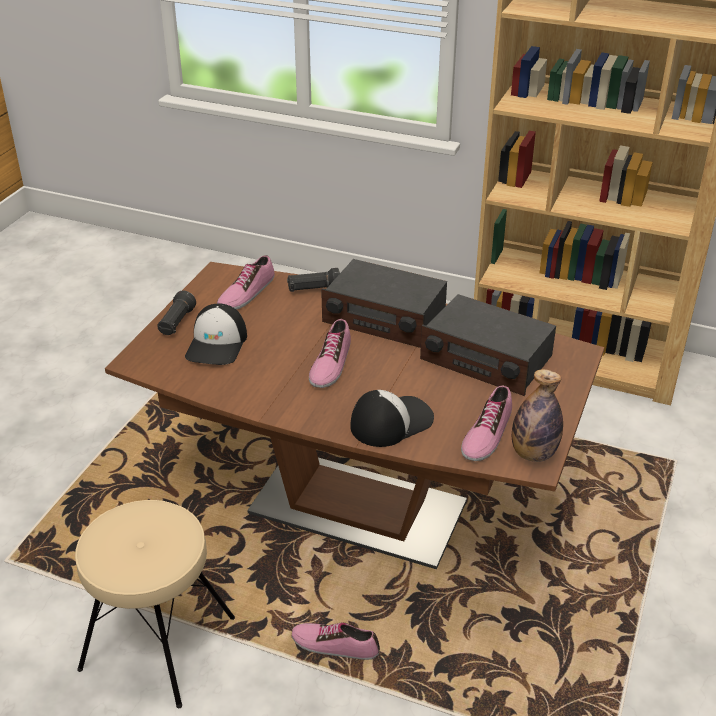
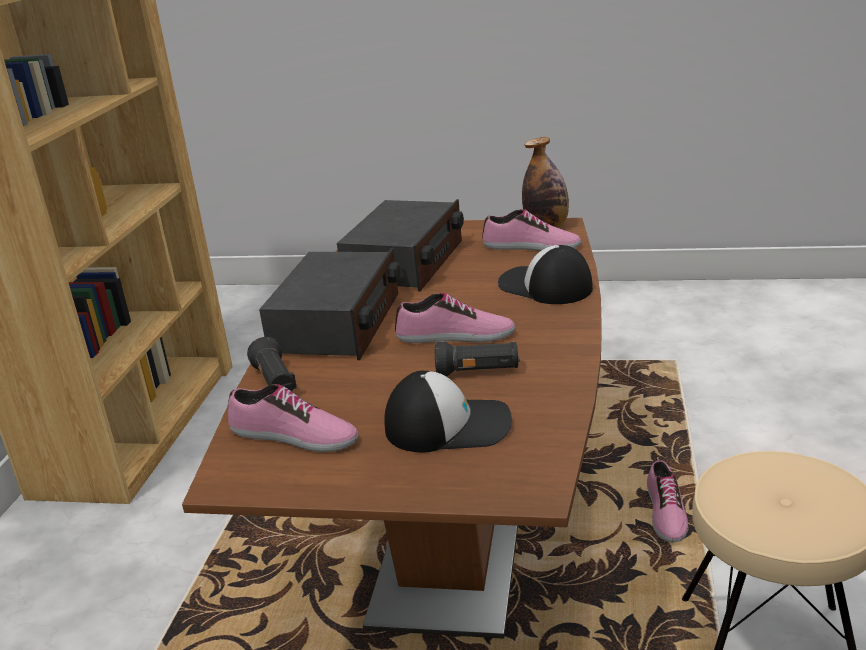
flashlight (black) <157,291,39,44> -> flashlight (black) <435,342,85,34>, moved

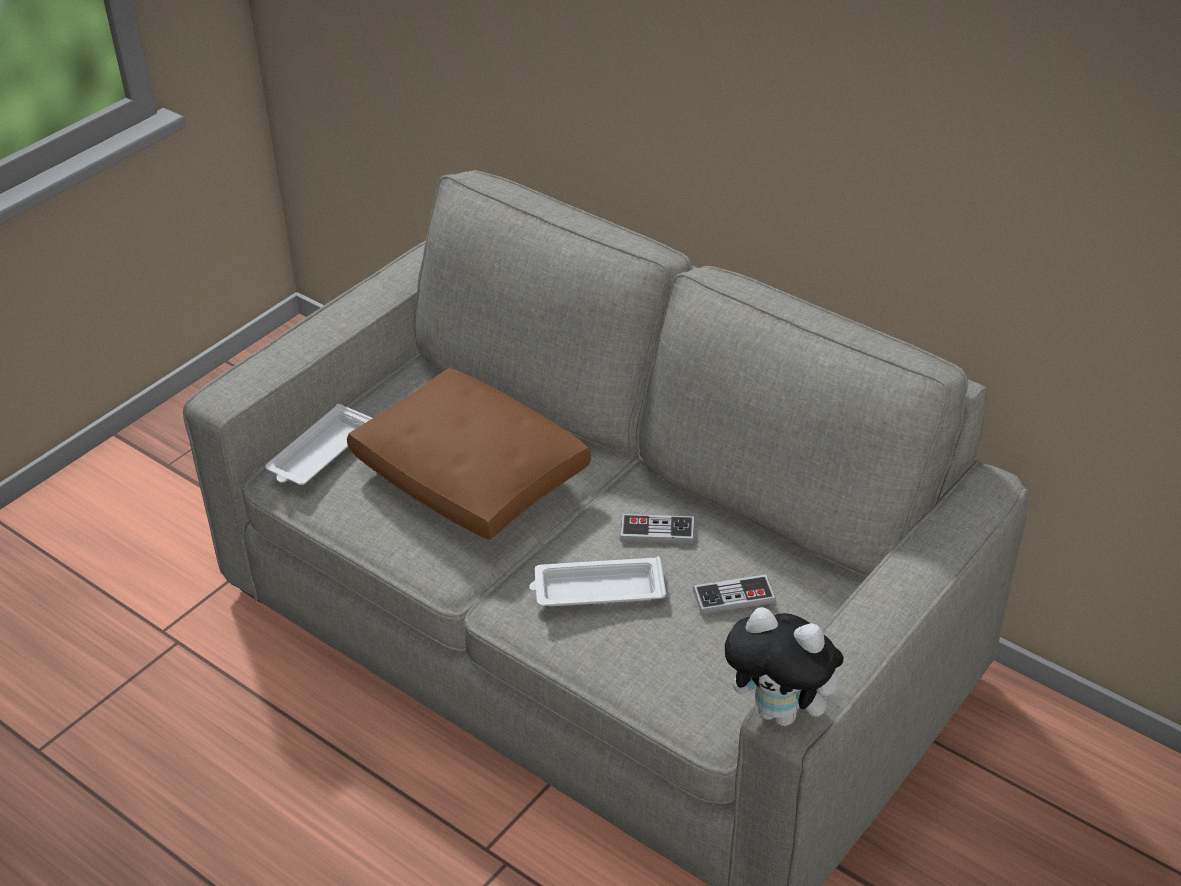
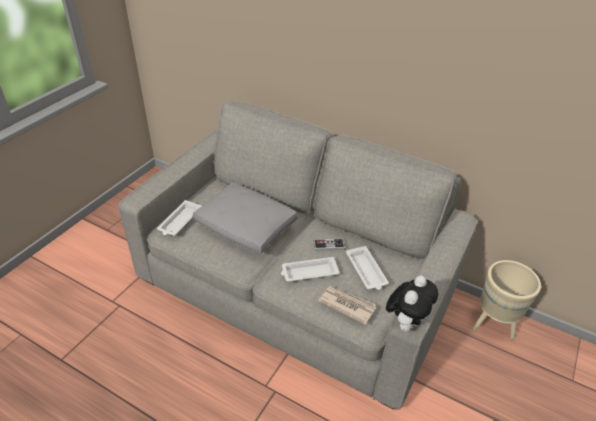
pillow (brown) <347,368,244,172> -> pillow (grey) <193,183,105,71>
game controller <693,574,83,40> -> tray (white) <346,246,43,44>
plush toy <725,607,124,119> -> plush toy <386,275,52,57>, 75 degrees counterclockwise
none -> planter (beige) <472,260,69,80>
none -> newspaper <318,286,58,39>

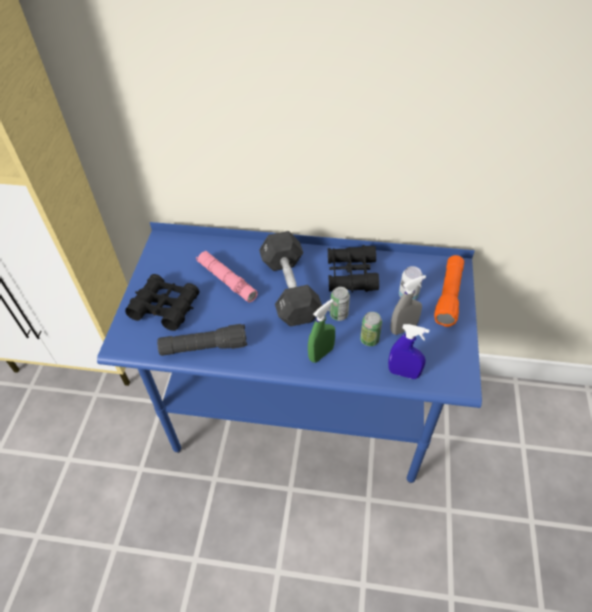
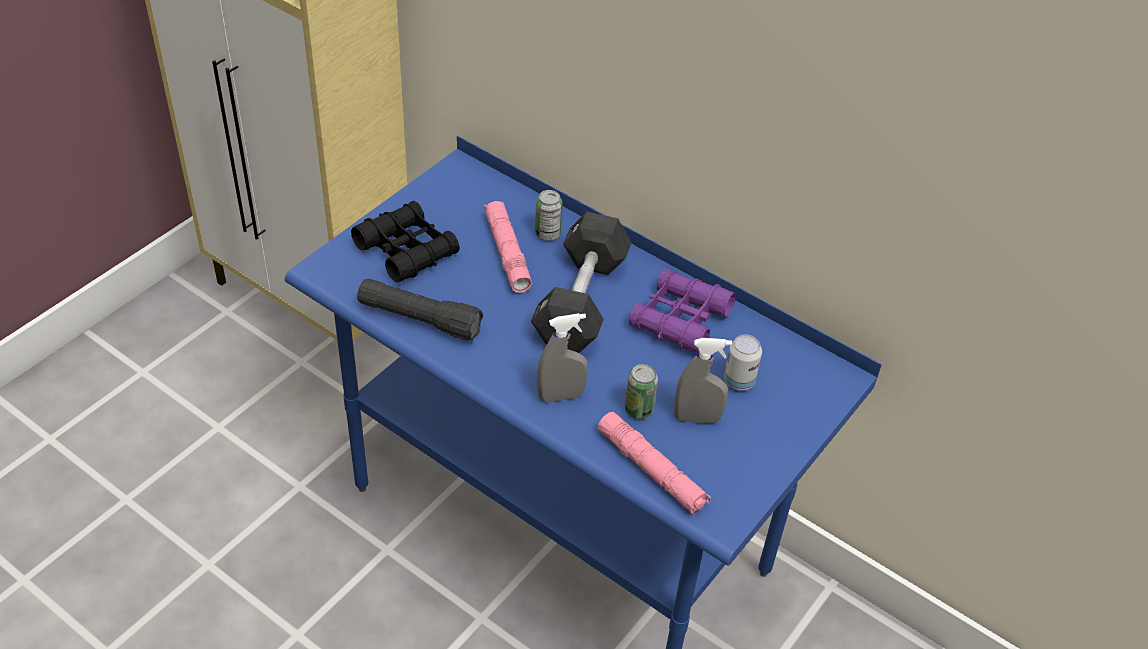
binoculars (black) <328,245,51,47> -> binoculars (purple) <629,268,106,85>
flashlight (orange) <434,255,30,72> -> none
can <330,287,20,34> -> can <535,190,27,51>, moved
spray bottle (green) <308,299,27,64> -> spray bottle (grey) <537,313,51,90>
spray bottle (blue) <388,324,41,55> -> flashlight (pink) <598,412,113,103>

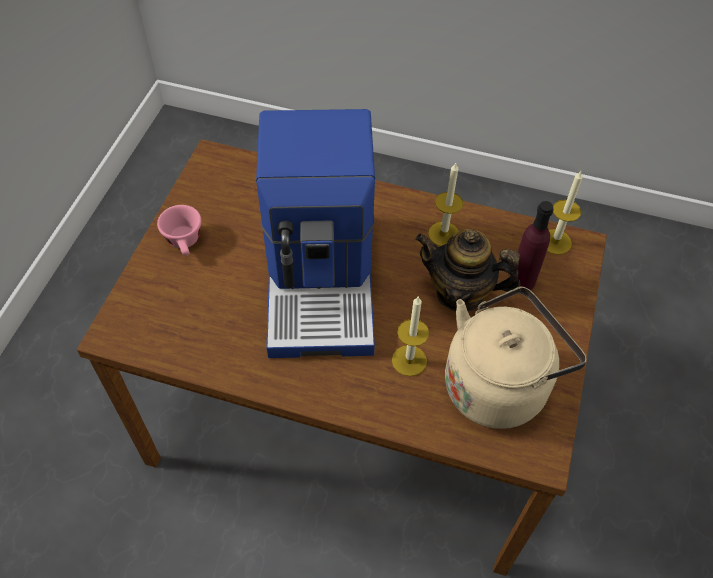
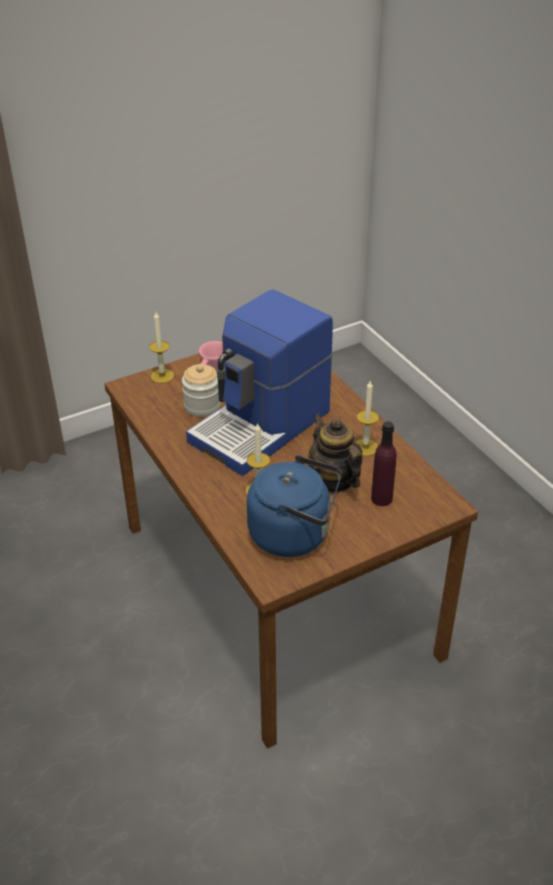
candle <547,171,36,84> -> candle <149,312,25,71>, moved
kettle (beige) <445,286,142,143> -> kettle (blue) <247,455,94,102>
none -> jar <182,364,39,53>

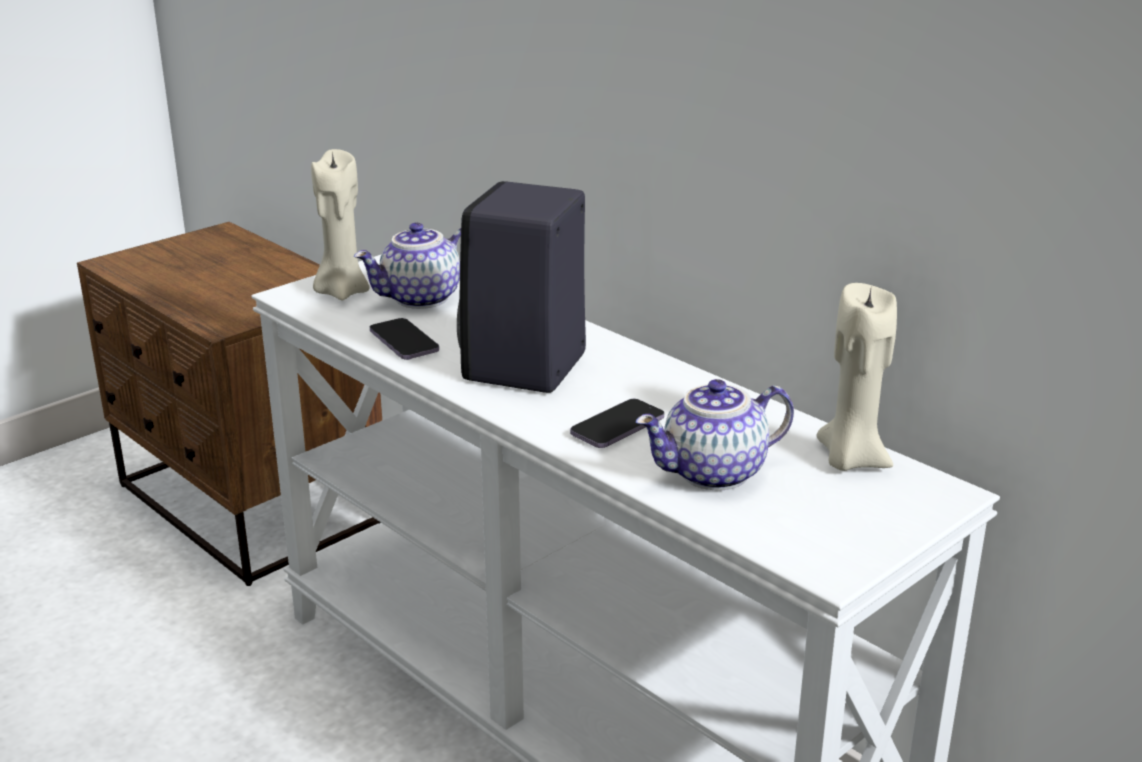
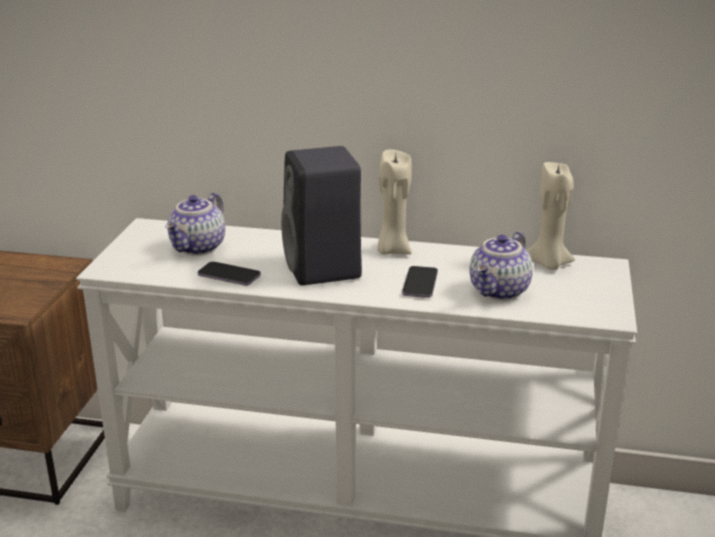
candle (beige) <311,149,59,152> -> candle (beige) <377,149,35,106>, moved

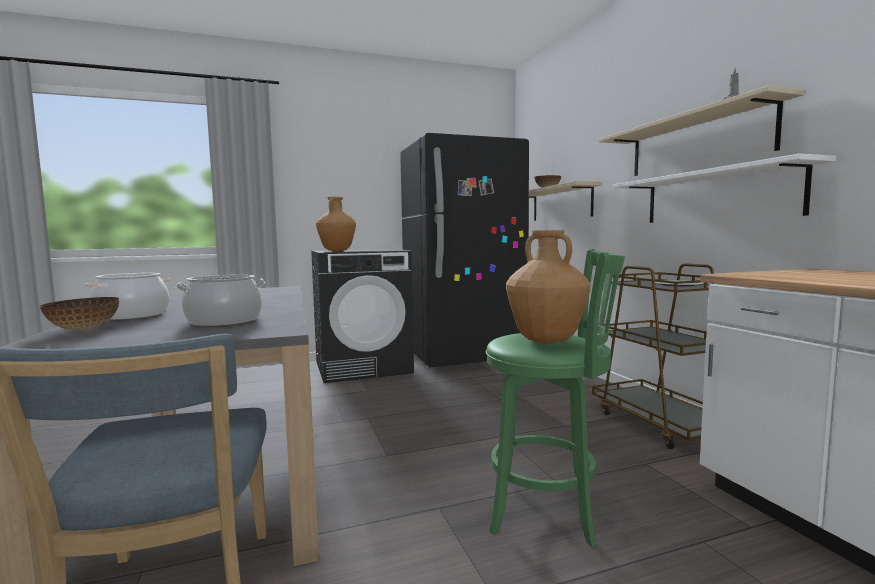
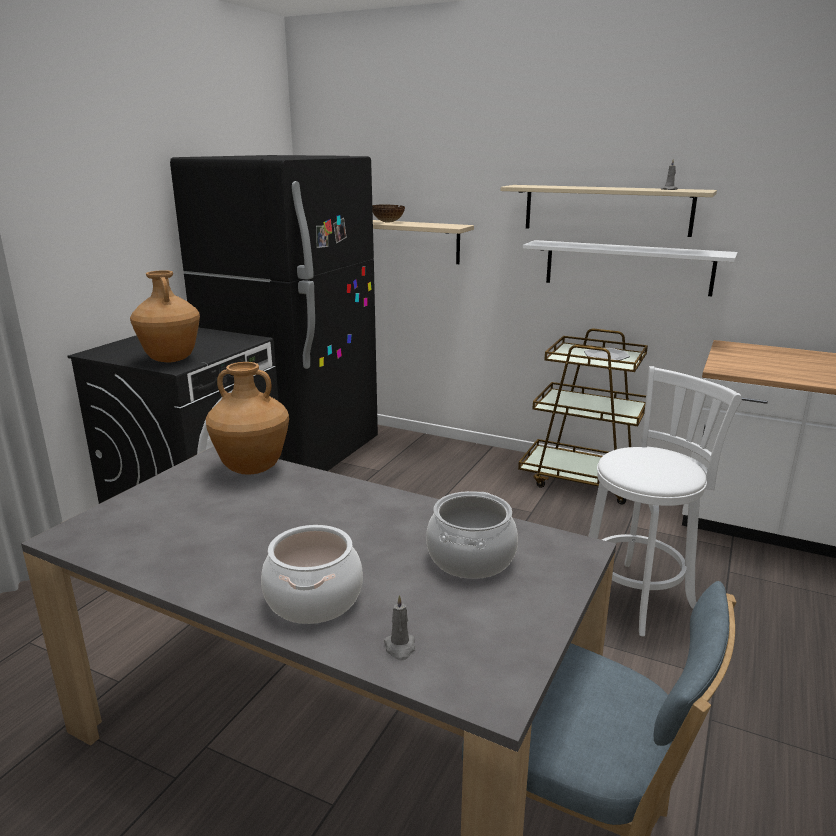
vase (brown) <506,230,85,114> -> vase (brown) <206,362,83,113>, moved
stool (green) <486,249,139,298> -> stool (white) <588,366,154,271>
bowl <40,297,79,34> -> candle (grey) <384,595,31,65>

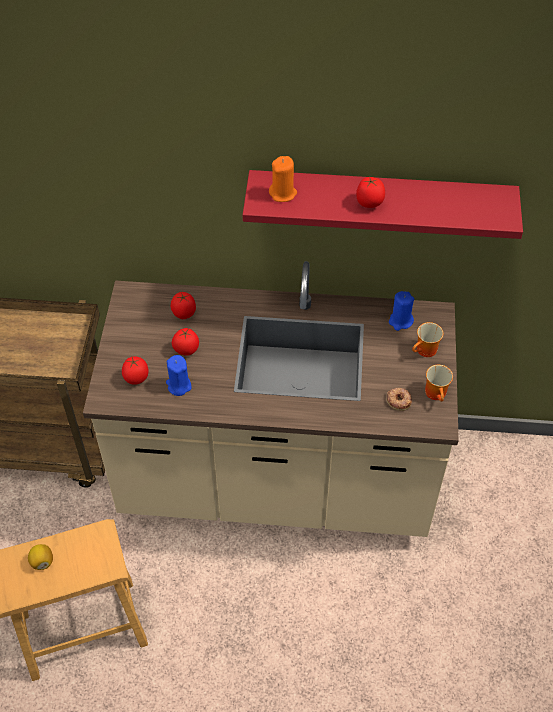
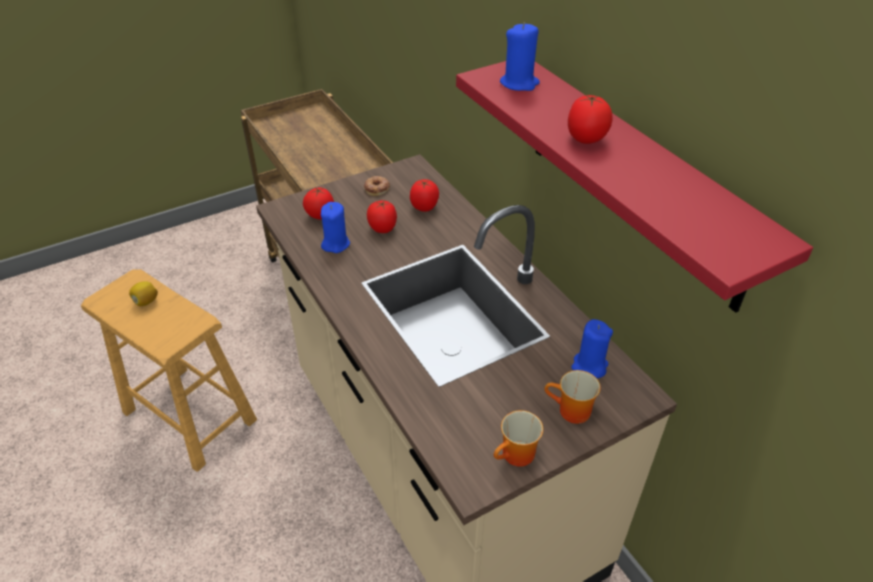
candle (orange) <269,156,28,46> -> candle (blue) <500,23,40,68>
donut <387,388,25,23> -> donut <364,176,26,20>, moved

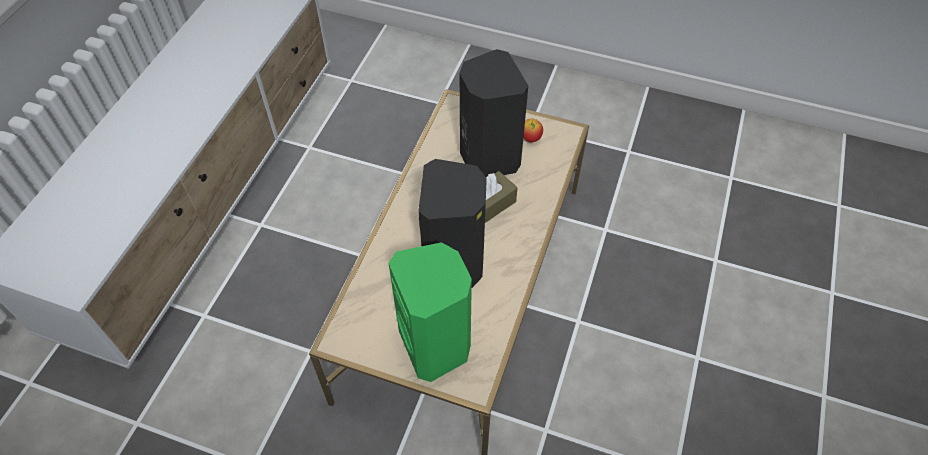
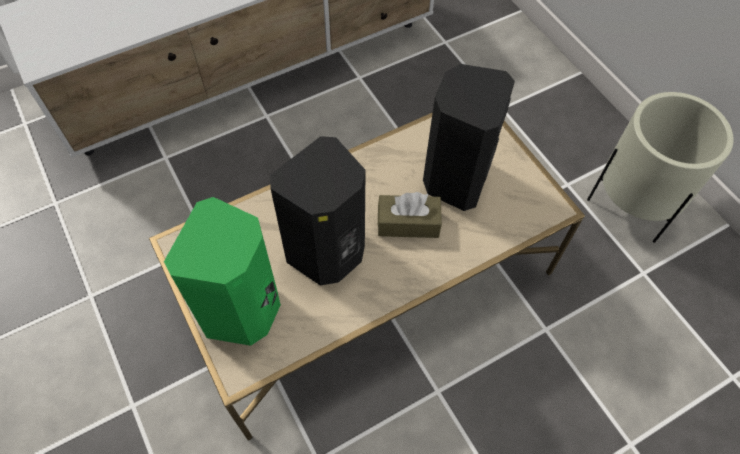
apple <523,118,20,24> -> none
none -> planter (beige) <587,92,147,151>

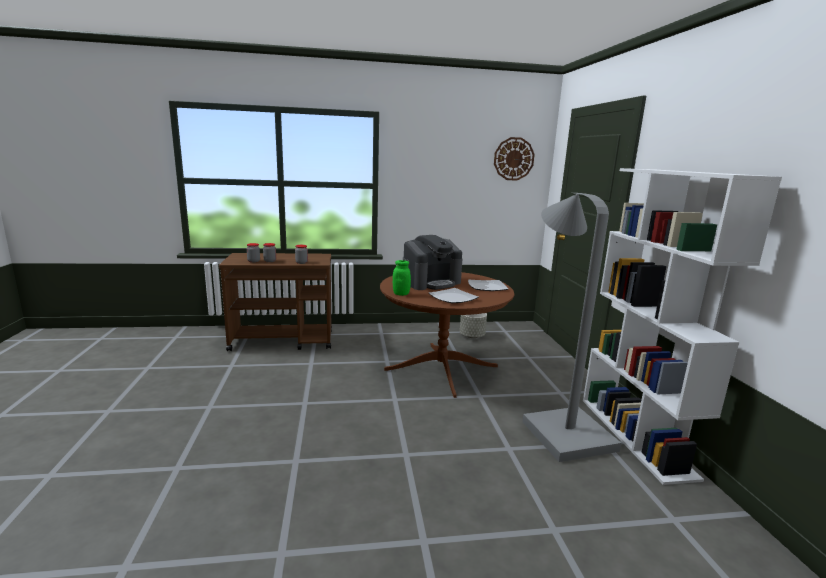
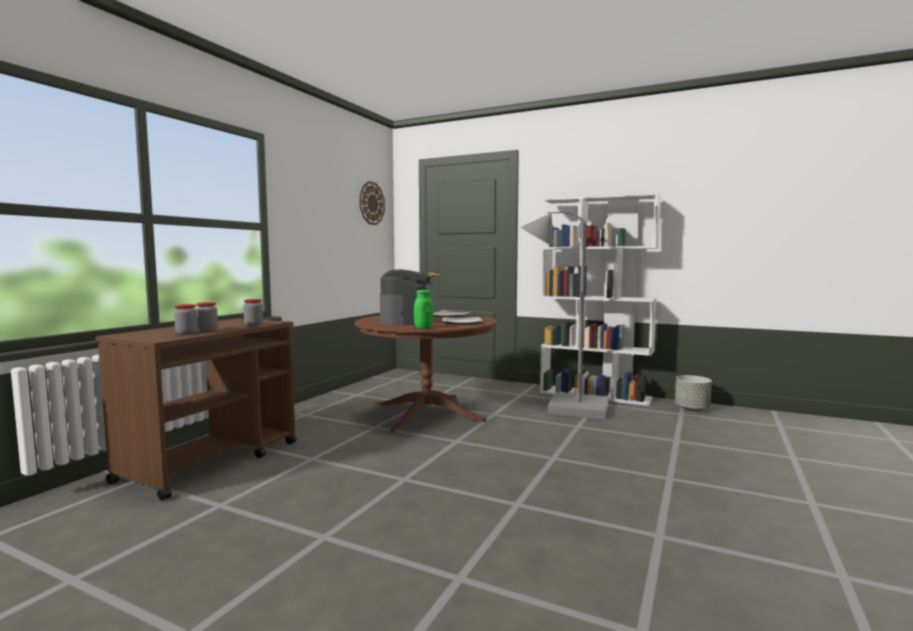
planter (grey) <460,313,27,25> -> planter (grey) <675,375,37,36>, moved

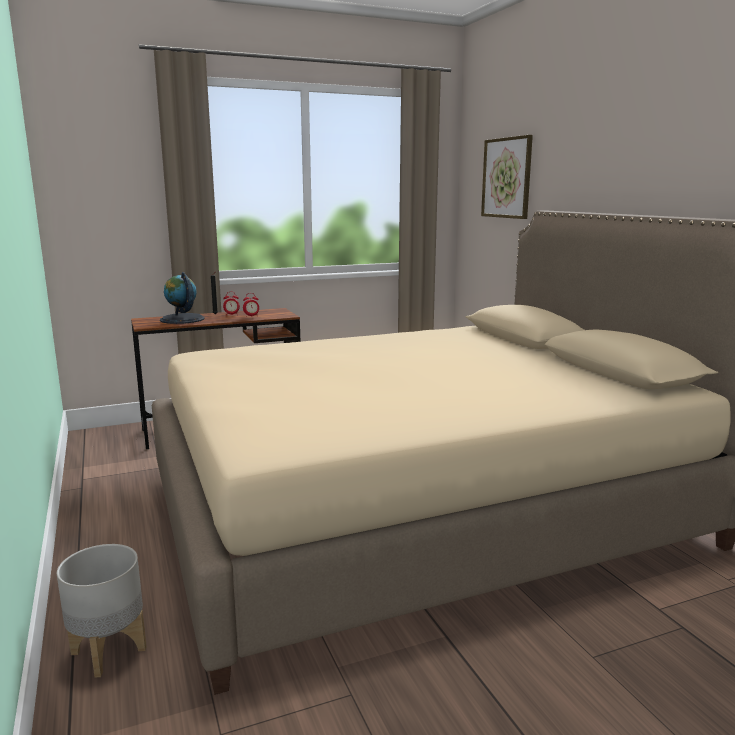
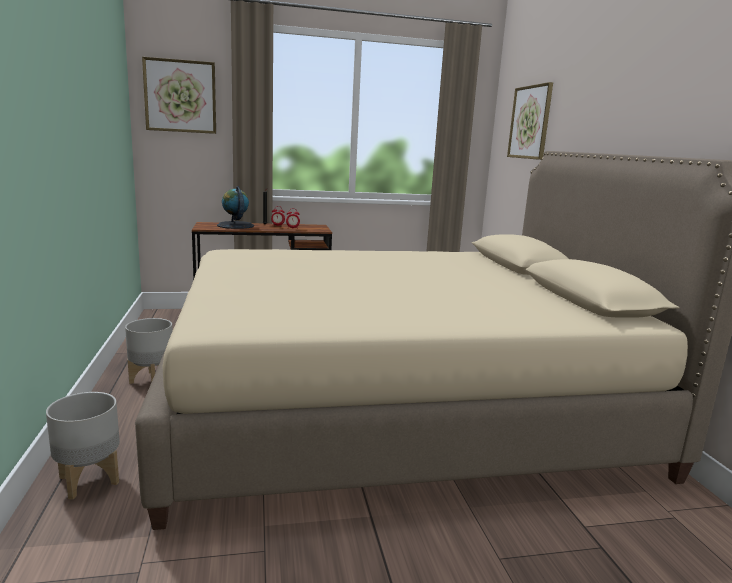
none -> picture <142,57,74,77>
none -> planter (grey) <125,318,48,66>

